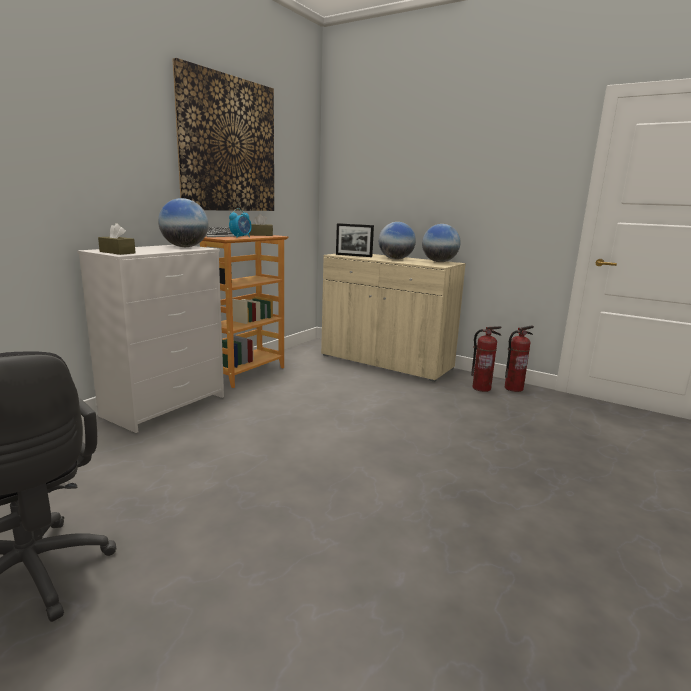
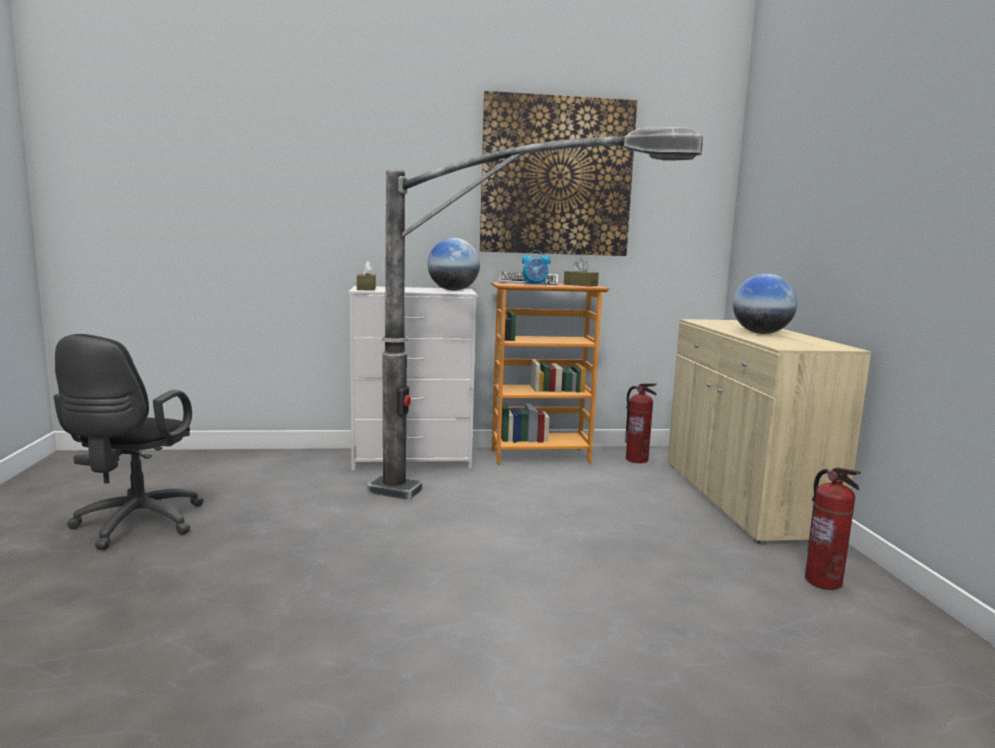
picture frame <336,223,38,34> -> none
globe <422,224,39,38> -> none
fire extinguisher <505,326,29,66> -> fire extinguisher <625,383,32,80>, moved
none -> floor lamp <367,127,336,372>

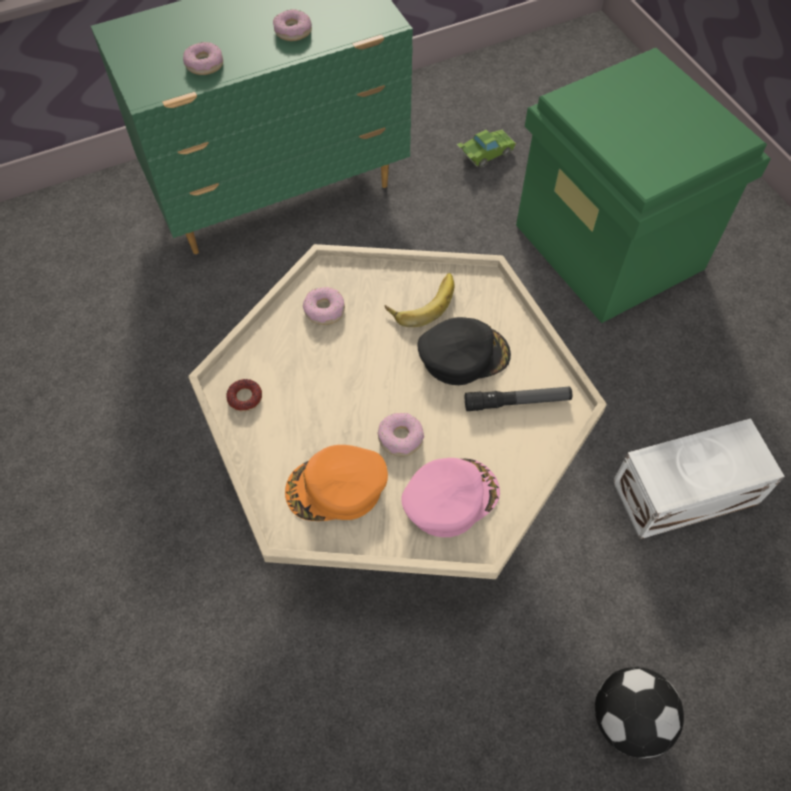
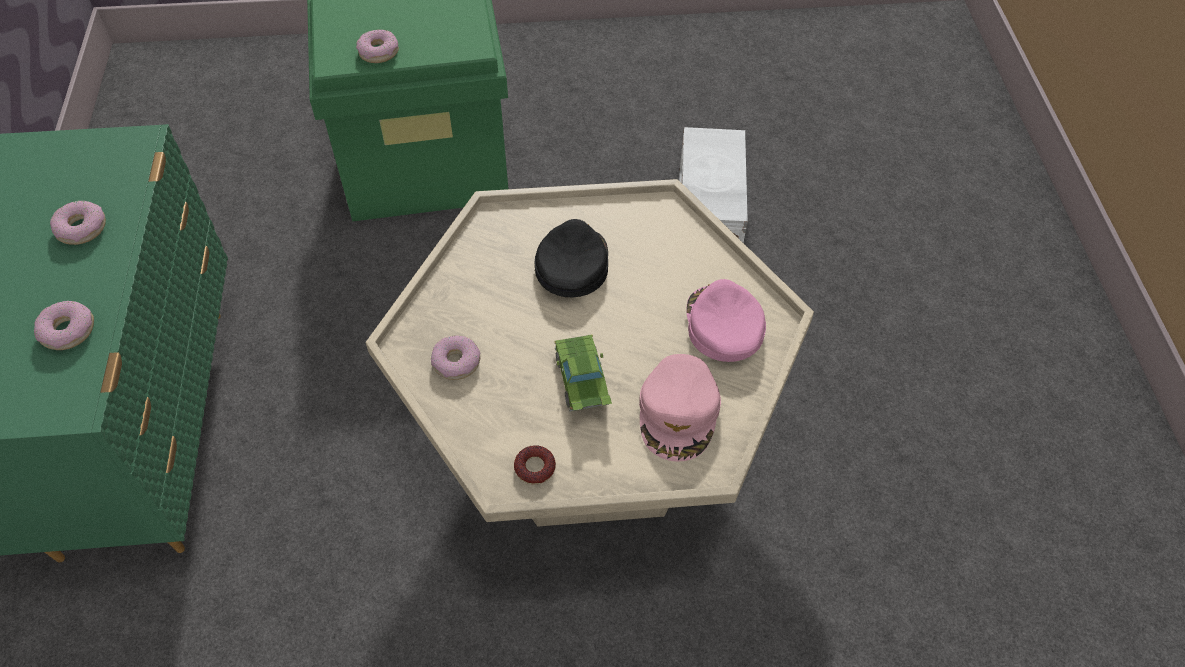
toy car (green) <457,129,59,38> -> toy car (green) <554,334,58,78>, moved
banana <385,273,69,54> -> none
flashlight <465,387,107,24> -> none
donut <378,413,46,43> -> donut <356,30,43,33>, moved
cap (orange) <285,445,103,76> -> cap (pink) <639,354,82,108>
football <595,667,89,91> -> none

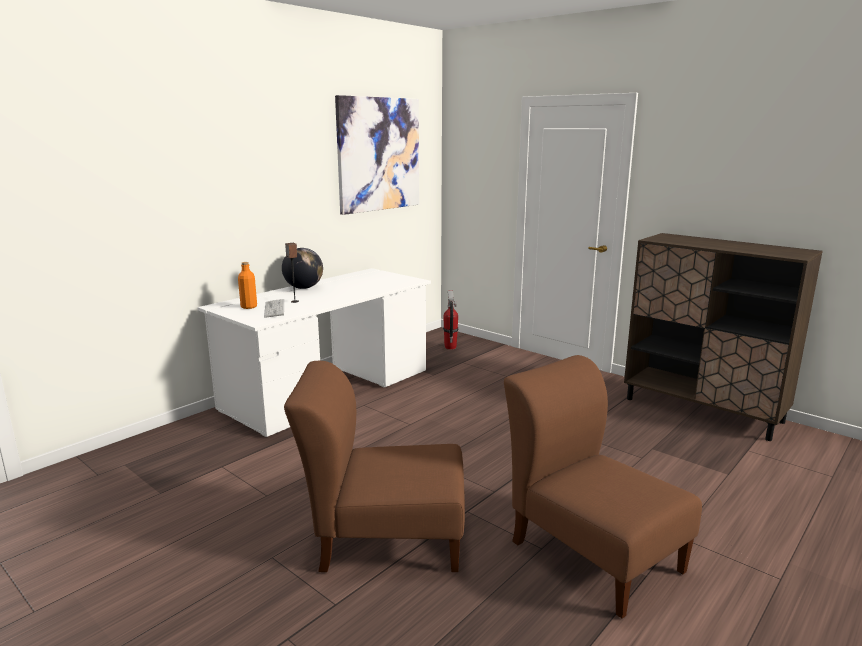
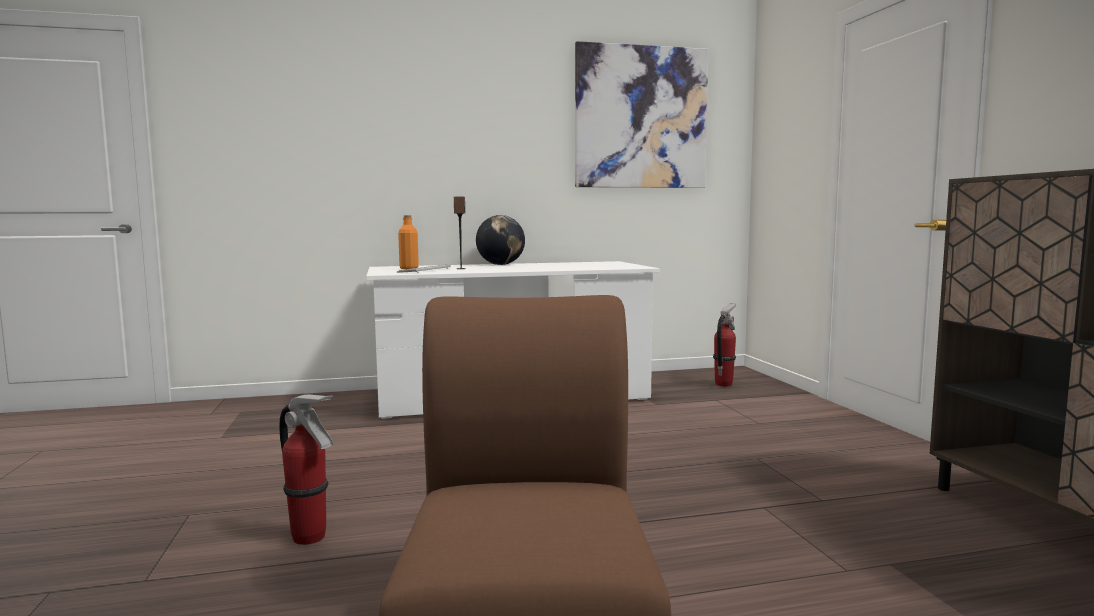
chair (brown) <284,361,181,211> -> fire extinguisher <279,394,54,151>

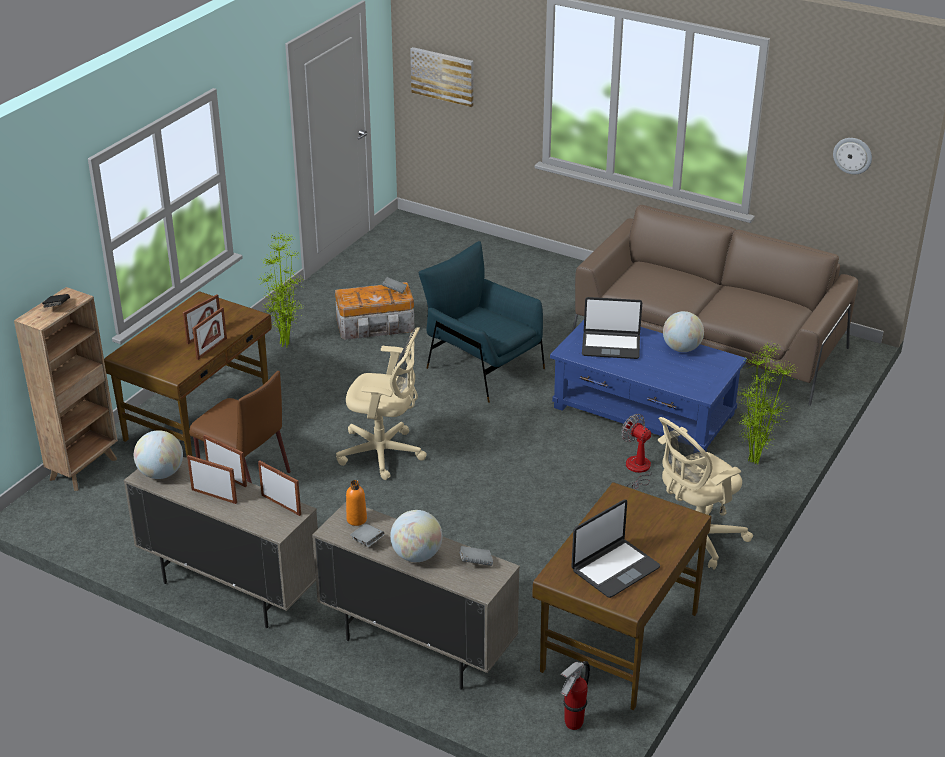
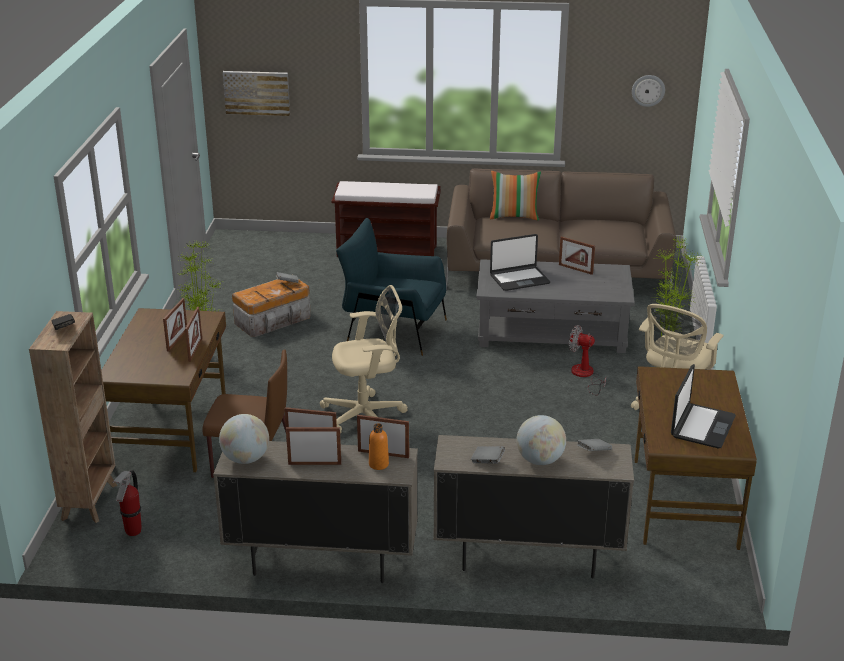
globe <663,311,41,41> -> picture frame <559,236,36,39>
coffee table (blue) <550,320,197,132> -> coffee table (grey) <476,259,159,94>
bottle (orange) <346,480,21,46> -> bottle (orange) <369,423,20,47>, moved
fire extinguisher <560,661,30,69> -> fire extinguisher <113,470,29,66>, moved
none -> pillow <490,171,51,49>
none -> bench (brown) <331,181,110,76>

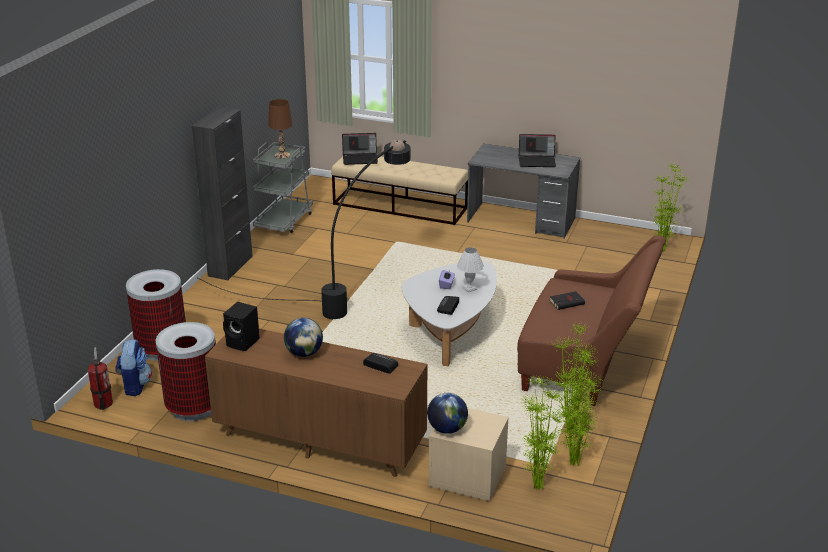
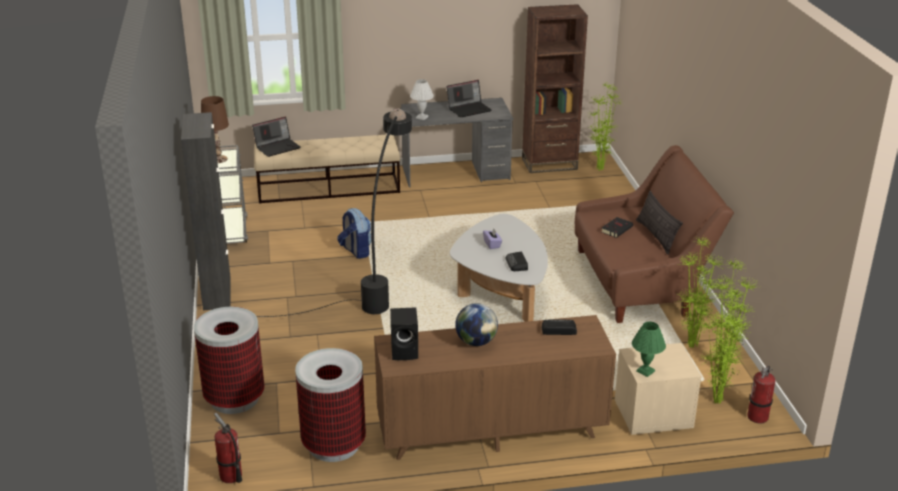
table lamp (white) <457,247,27,46> -> table lamp (white) <410,79,24,41>, moved
backpack <115,339,37,57> -> backpack <338,208,34,51>, moved
globe <427,393,41,41> -> table lamp (green) <632,322,34,55>
none -> bookcase (brown) <522,4,66,169>
none -> pillow <636,191,47,63>
none -> fire extinguisher <747,366,29,57>

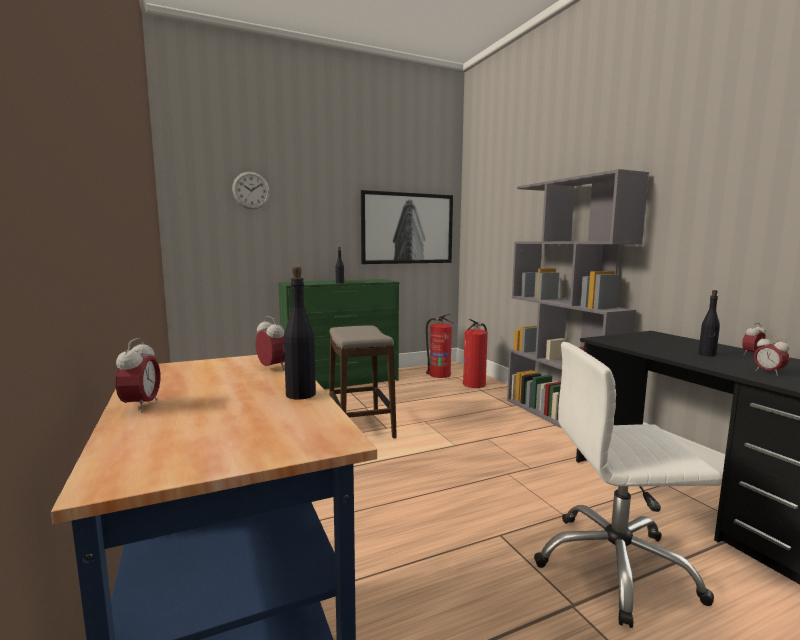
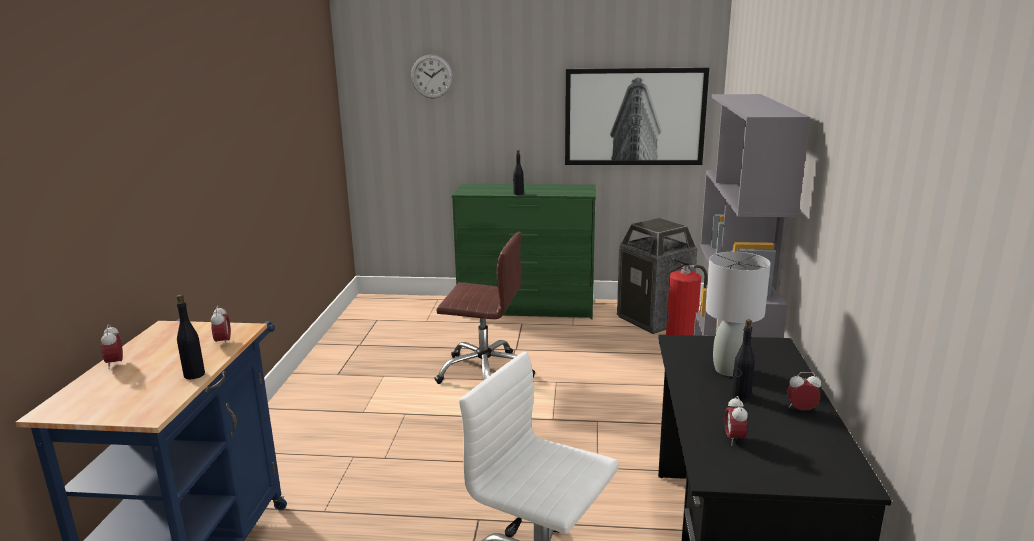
fire extinguisher <426,313,28,65> -> trash can <617,218,80,116>
stool <329,325,68,114> -> office chair (brown) <434,232,101,152>
alarm clock <115,338,45,74> -> alarm clock <101,324,22,45>, 135 degrees clockwise
none -> table lamp (grey) <705,252,66,124>

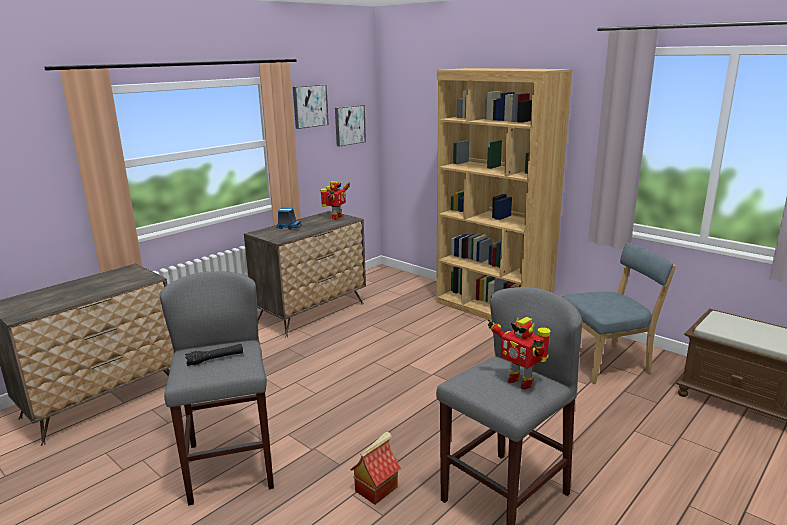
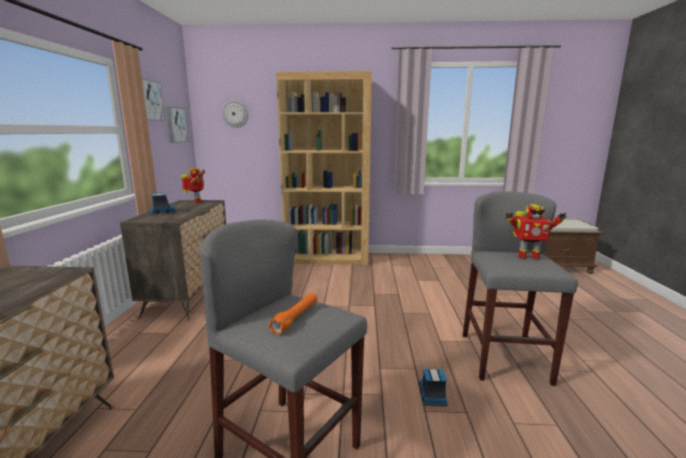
chair (blue) <563,243,113,141> -> none
flashlight (black) <185,344,58,22> -> flashlight (orange) <268,293,49,42>
toy house <350,432,51,72> -> toy truck <419,369,29,37>
none -> wall clock <222,100,26,28>

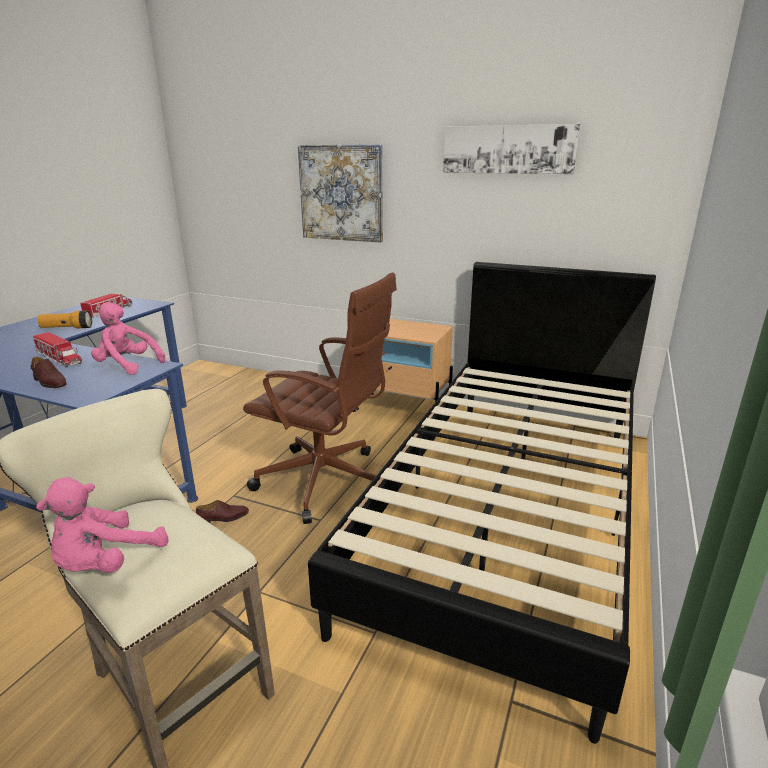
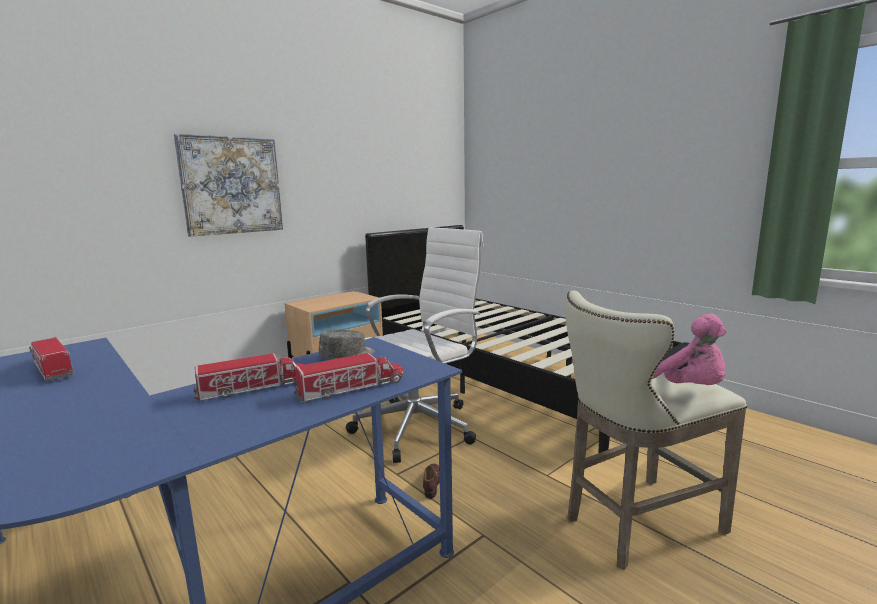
picture <443,124,137,50> -> none
office chair (brown) <243,272,154,252> -> office chair (white) <346,227,138,236>
plush toy (pink) <91,302,74,73> -> cap (grey) <319,330,56,29>
flashlight <37,310,55,18> -> none
shoe (brown) <31,357,36,31> -> toy truck <294,353,110,48>

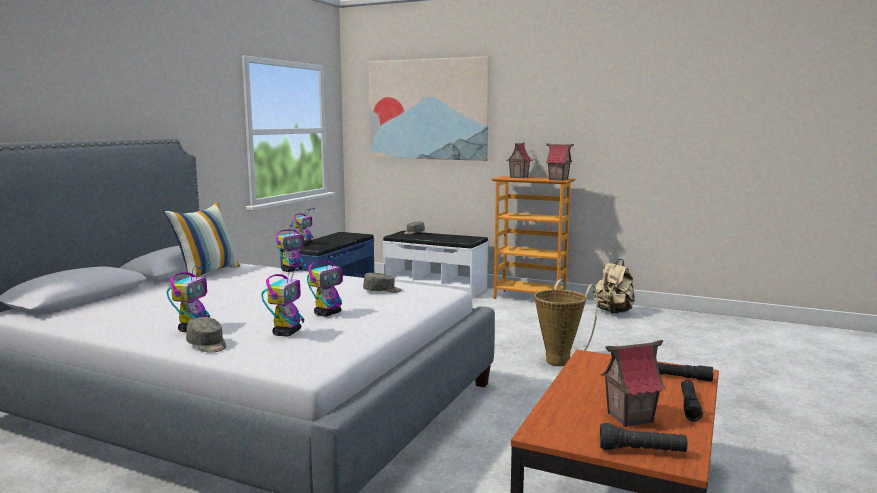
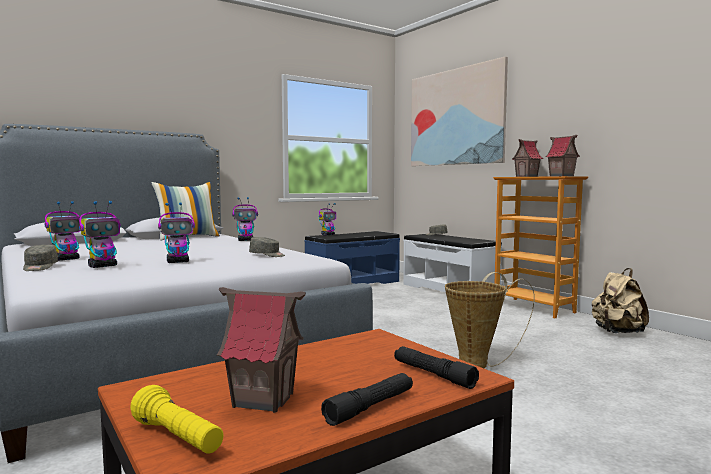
flashlight (black) <600,423,87,29> -> flashlight (yellow) <130,385,94,69>

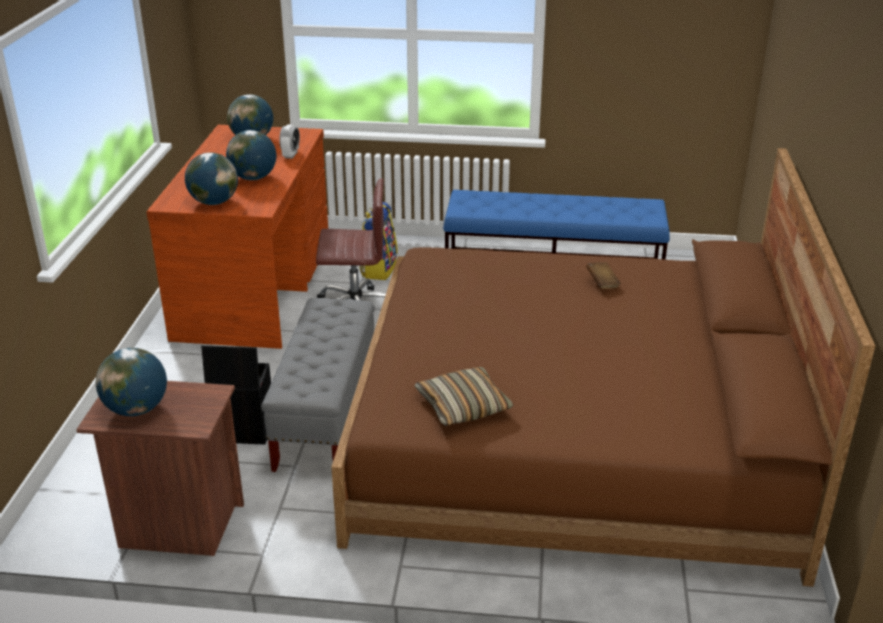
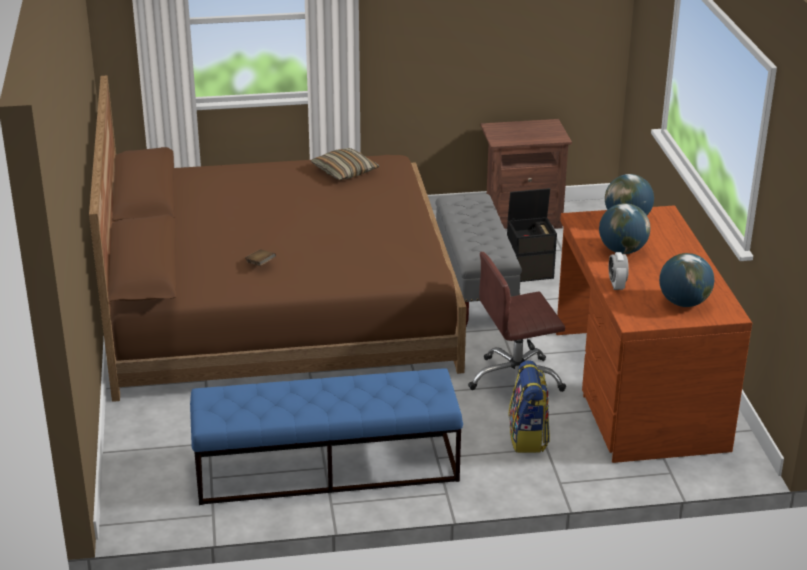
globe <96,348,71,68> -> none

